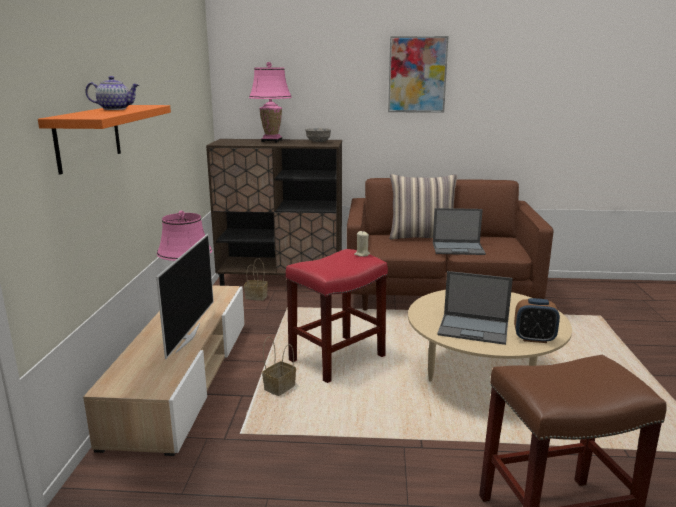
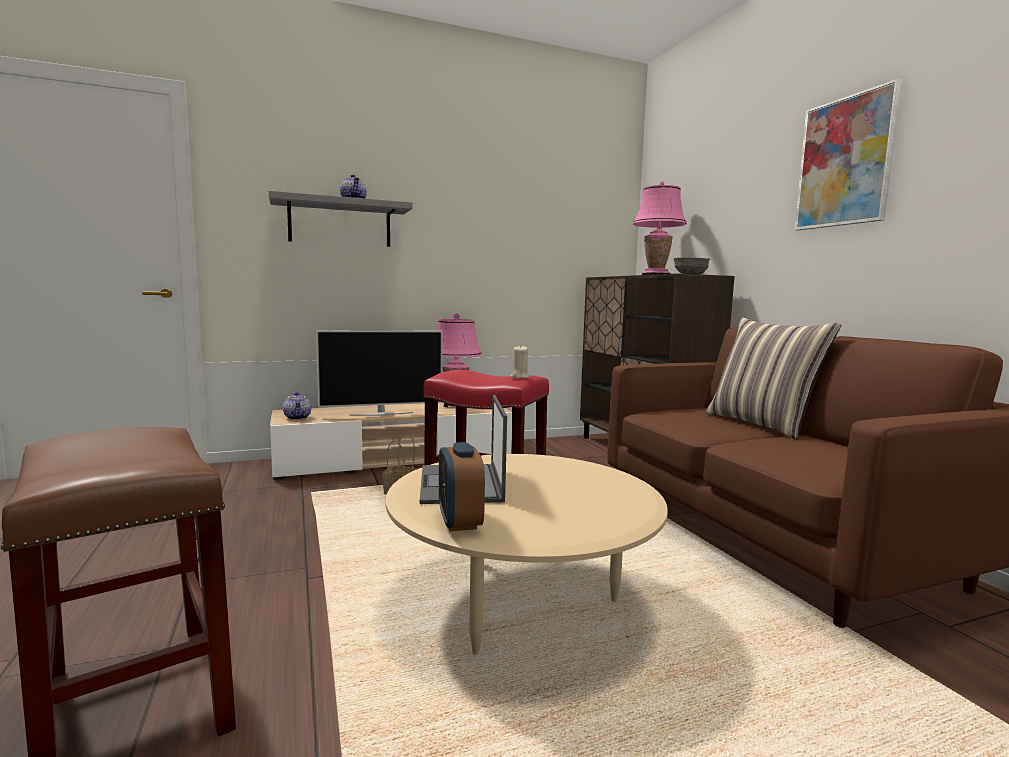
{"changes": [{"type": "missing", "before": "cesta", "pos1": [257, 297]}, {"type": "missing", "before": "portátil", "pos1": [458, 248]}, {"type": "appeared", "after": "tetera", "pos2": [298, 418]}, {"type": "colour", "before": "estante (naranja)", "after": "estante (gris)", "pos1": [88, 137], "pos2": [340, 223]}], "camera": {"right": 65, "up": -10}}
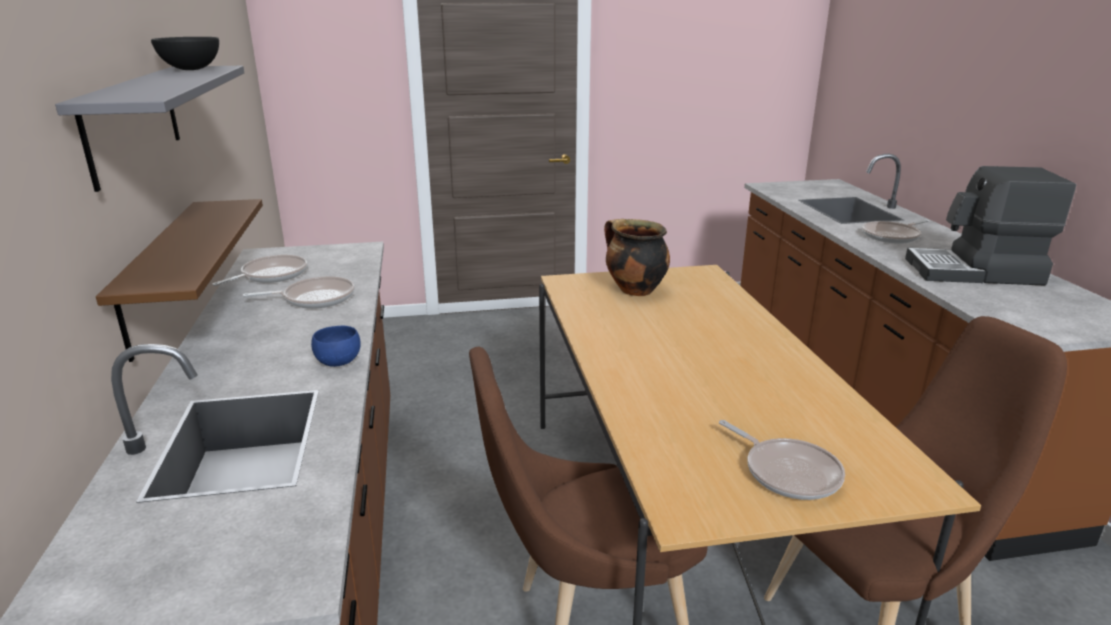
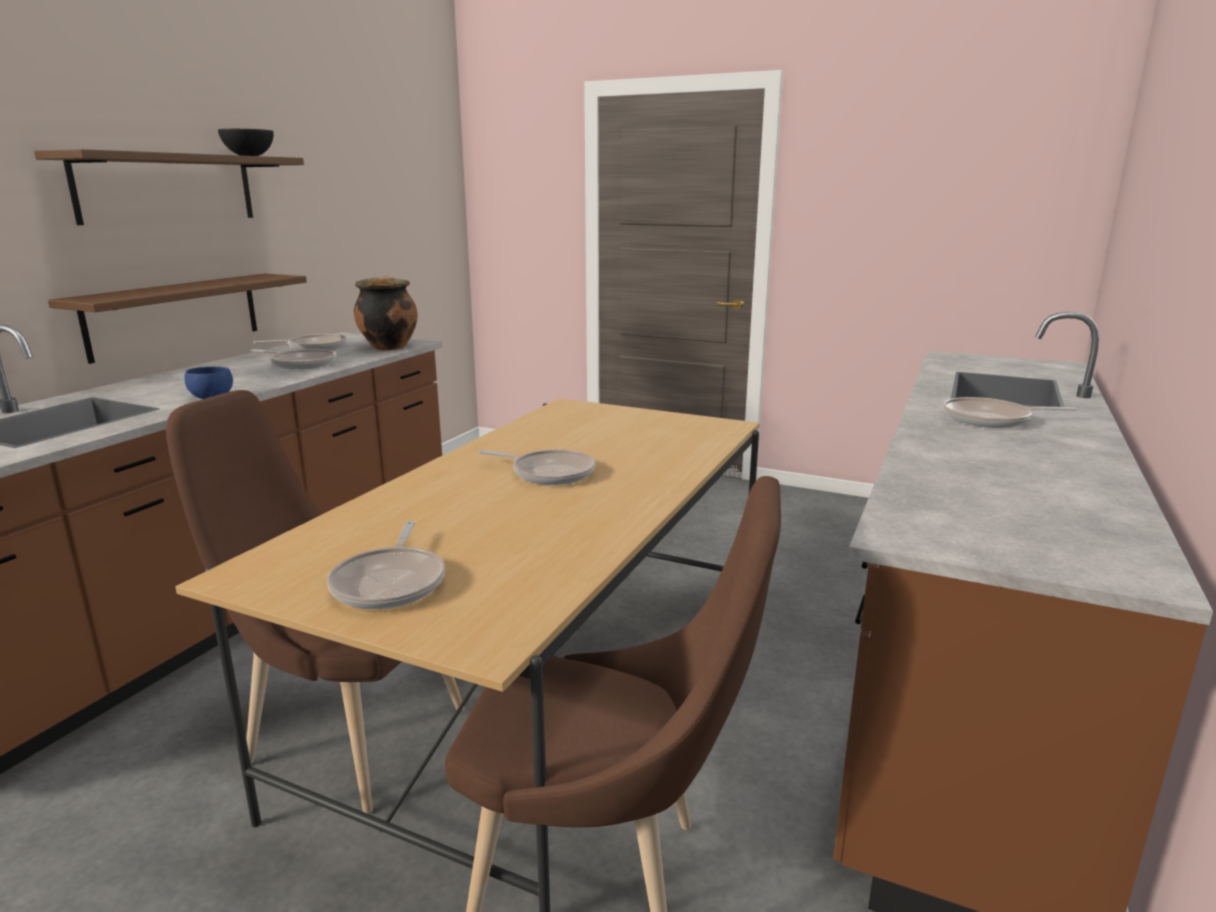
{"changes": [{"type": "missing", "before": "cafetera", "pos1": [975, 272]}, {"type": "appeared", "after": "sartén", "pos2": [549, 473]}, {"type": "relocated", "before": "olla", "pos1": [634, 290], "pos2": [388, 347]}, {"type": "colour", "before": "estante (gris)", "after": "estante (marrón)", "pos1": [133, 122], "pos2": [167, 188]}], "camera": {"right": 35, "up": -5}}
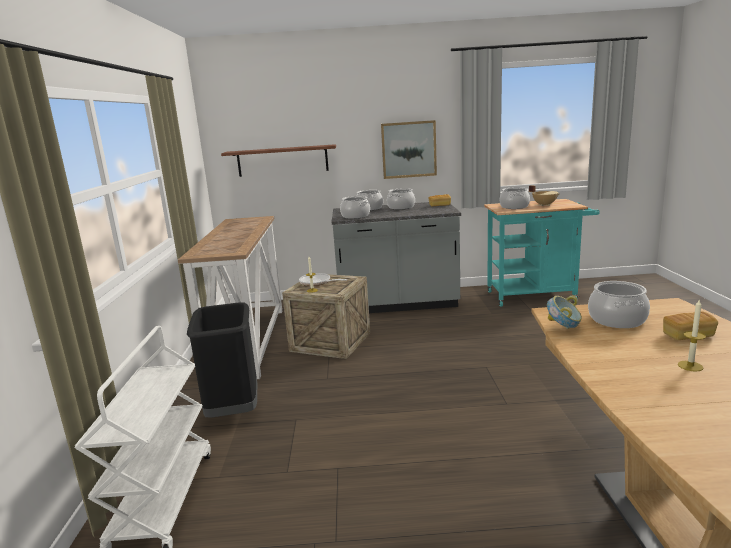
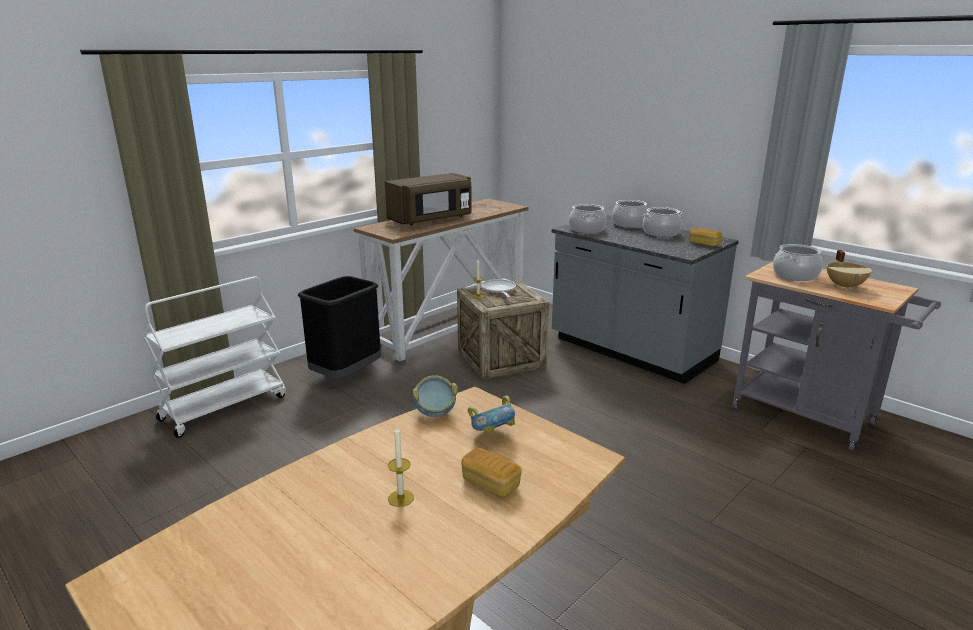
{"changes": [{"type": "missing", "before": "estante (marrón)", "pos1": [282, 160]}, {"type": "missing", "before": "cuadro", "pos1": [408, 149]}, {"type": "appeared", "after": "microondas (marrón)", "pos2": [431, 219]}, {"type": "exchanged", "before": "olla", "after": "cuenco", "pos1": [616, 320], "pos2": [492, 435]}, {"type": "colour", "before": "carrito (turquesa)", "after": "carrito (gris)", "pos1": [536, 295], "pos2": [812, 418]}], "camera": {"right": 45, "up": 5}}
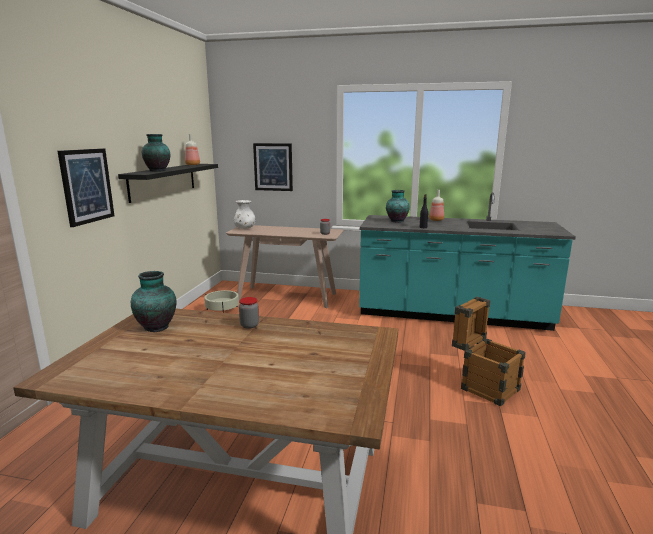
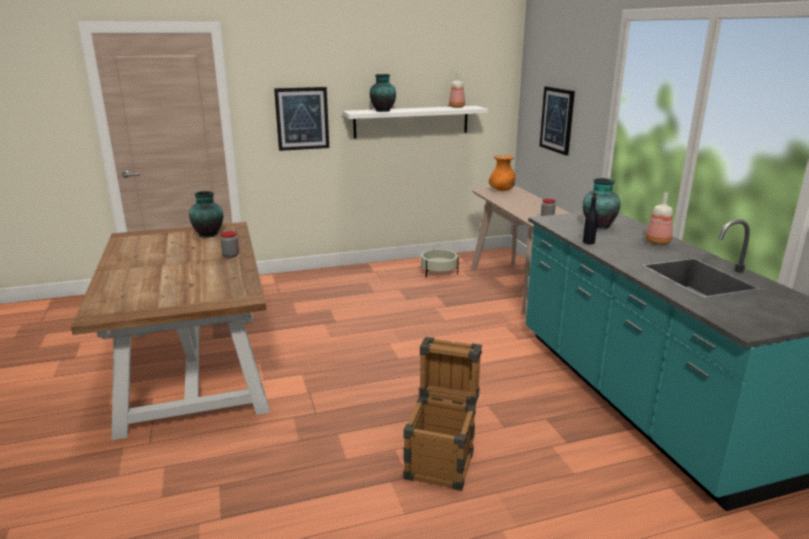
{"changes": [{"type": "colour", "before": "estante (negro)", "after": "estante (blanco)", "pos1": [163, 181], "pos2": [411, 121]}, {"type": "colour", "before": "florero (blanco)", "after": "florero (naranja)", "pos1": [245, 228], "pos2": [501, 190]}], "camera": {"right": 60, "up": 5}}
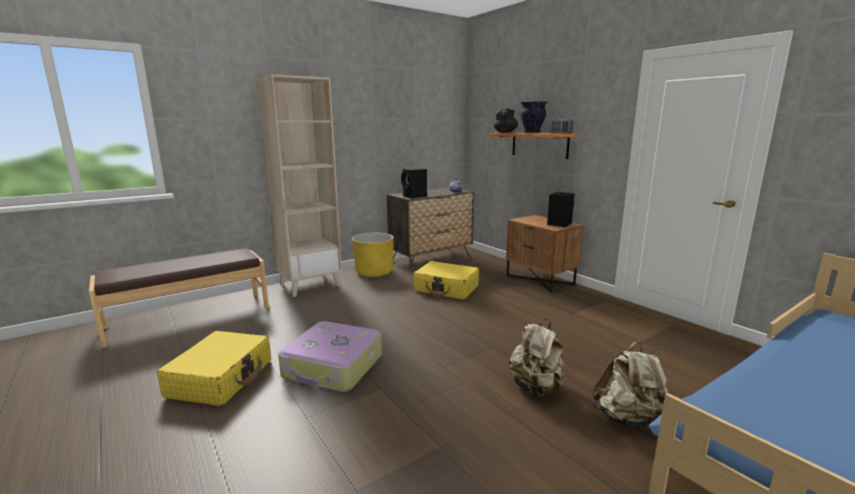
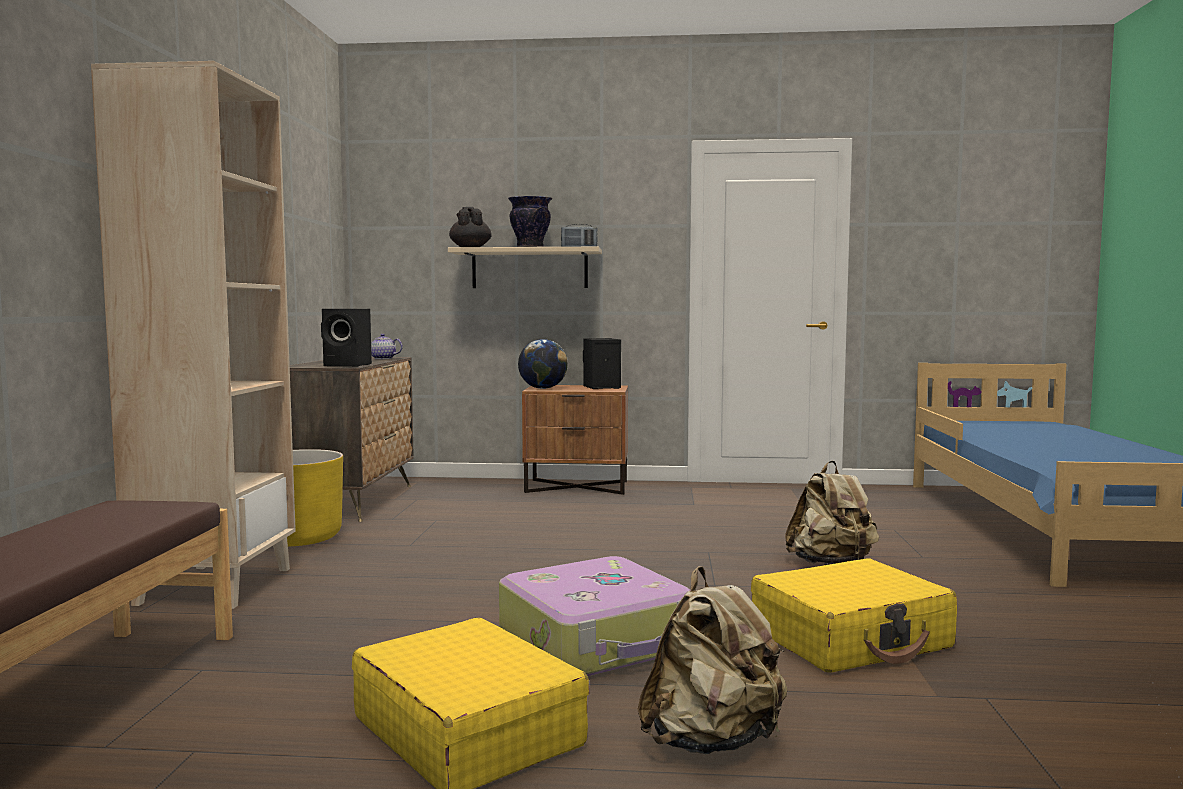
{"changes": [{"type": "appeared", "after": "globo terráqueo", "pos2": [543, 388]}, {"type": "relocated", "before": "maleta (amarillo)", "pos1": [446, 288], "pos2": [851, 639]}, {"type": "relocated", "before": "mochila (beis)", "pos1": [629, 420], "pos2": [712, 741]}, {"type": "colour", "before": "estante (naranja)", "after": "estante (beis)", "pos1": [539, 145], "pos2": [529, 269]}], "camera": {"right": -50, "up": -10}}
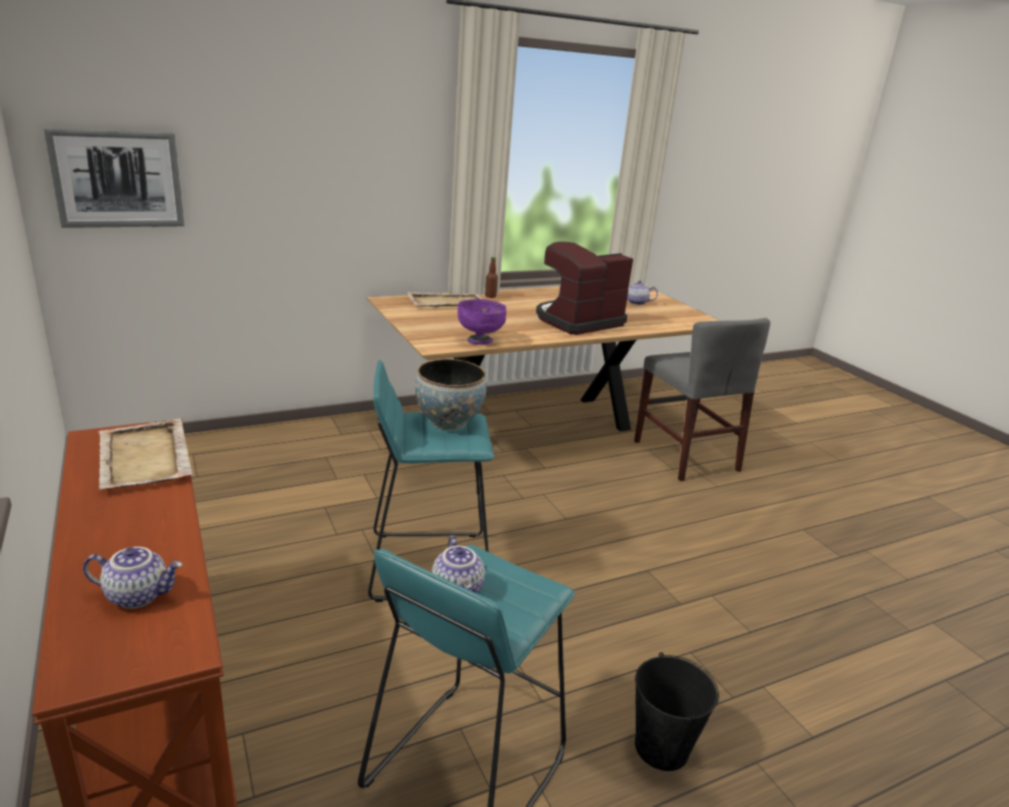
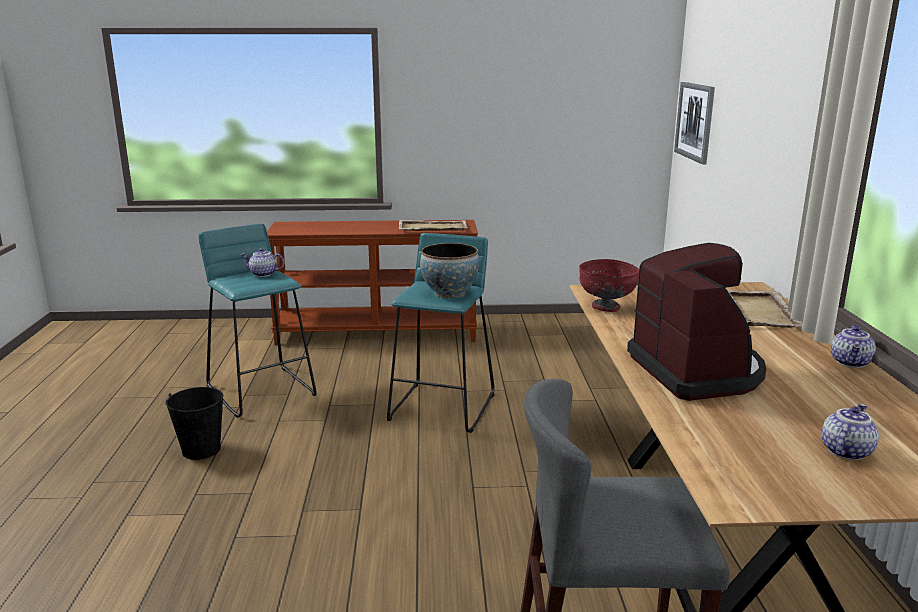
{"changes": [{"type": "missing", "before": "botella", "pos1": [490, 296]}, {"type": "relocated", "before": "tetera", "pos1": [139, 595], "pos2": [851, 363]}, {"type": "colour", "before": "cuenco (morado)", "after": "cuenco (rojo)", "pos1": [480, 341], "pos2": [606, 308]}], "camera": {"right": 115, "up": -5}}
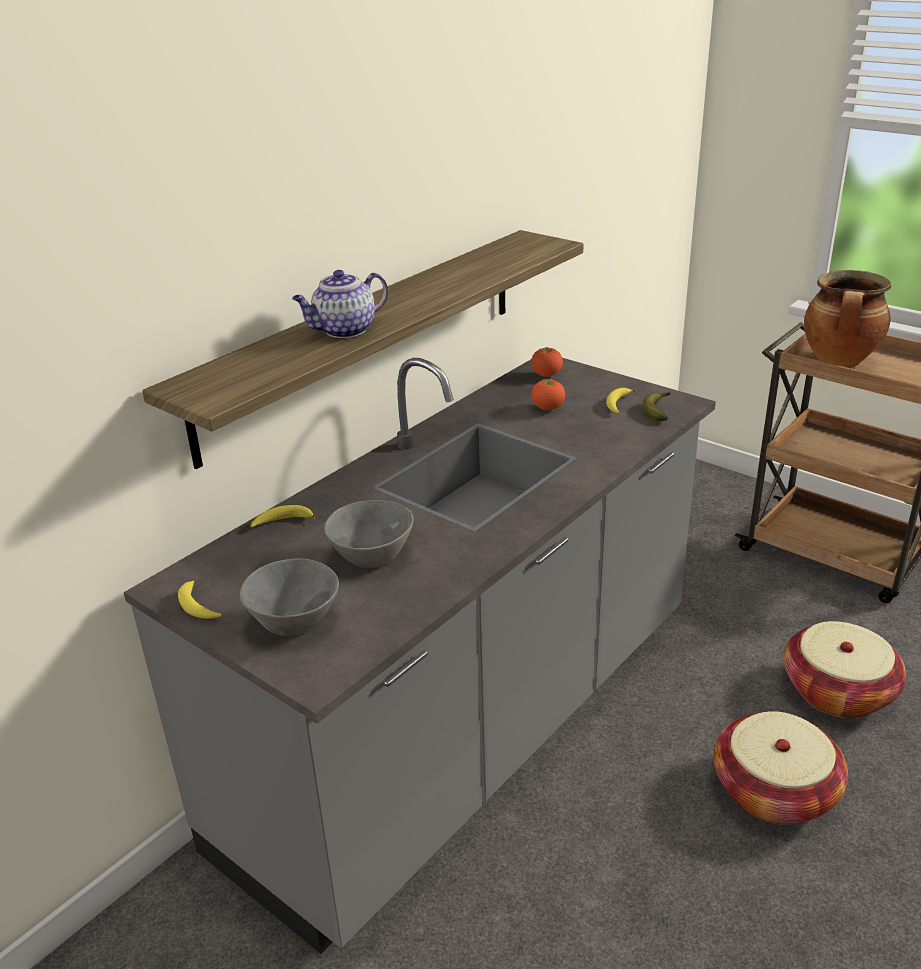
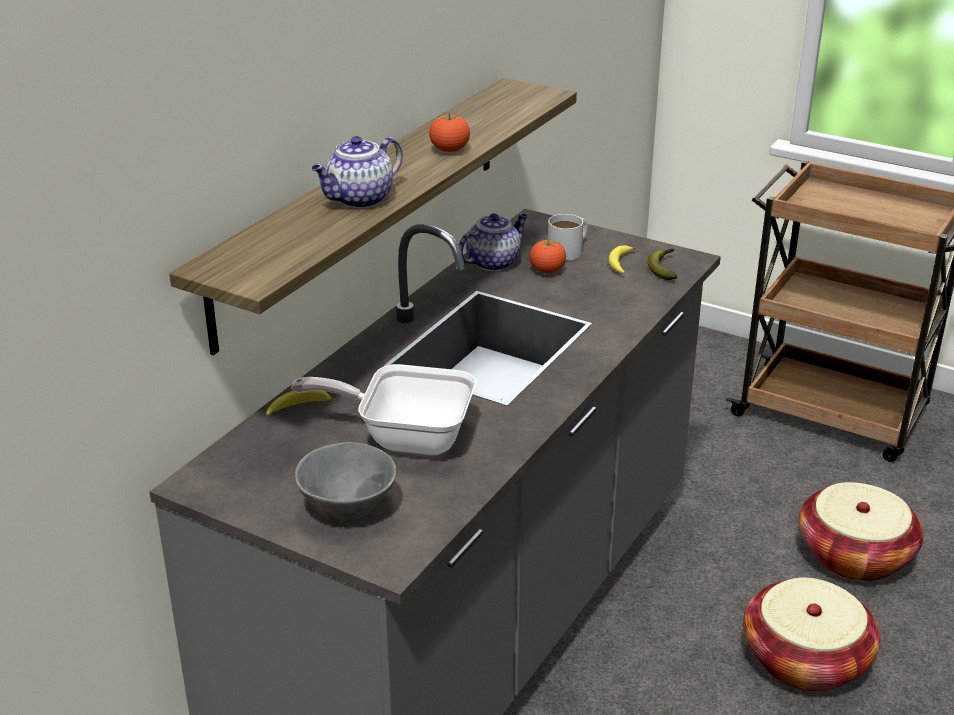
{"changes": [{"type": "missing", "before": "plátano", "pos1": [198, 607]}, {"type": "missing", "before": "olla", "pos1": [839, 362]}, {"type": "appeared", "after": "tetera", "pos2": [493, 262]}, {"type": "appeared", "after": "taza grande (blanco)", "pos2": [569, 250]}, {"type": "relocated", "before": "tomate", "pos1": [546, 375], "pos2": [449, 150]}, {"type": "exchanged", "before": "cuenco (gris)", "after": "sartén", "pos1": [370, 556], "pos2": [405, 437]}], "camera": {"right": -10, "up": 0}}
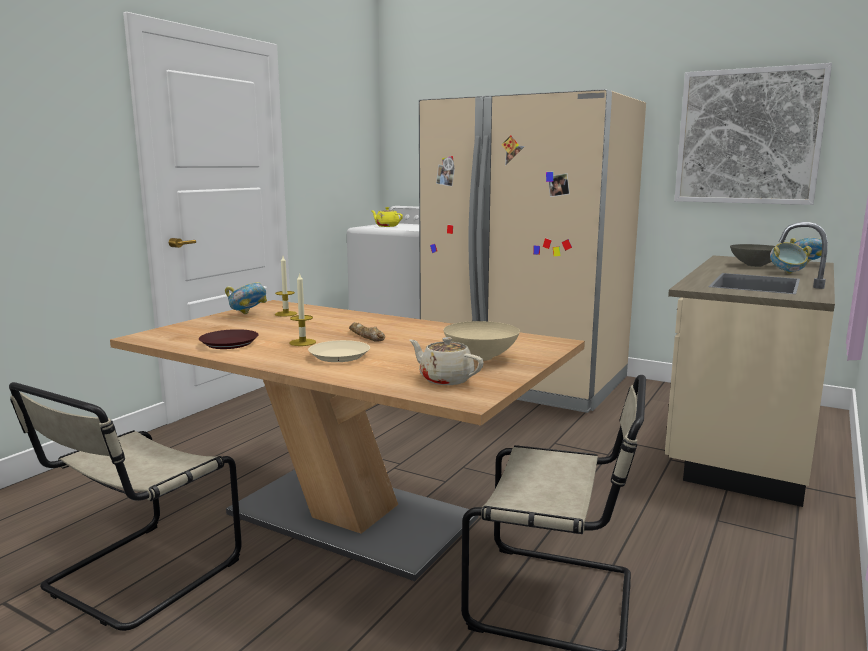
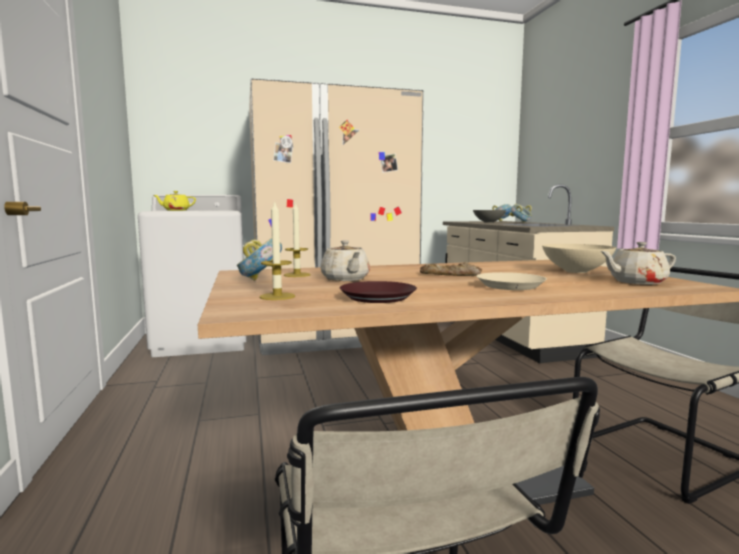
{"changes": [{"type": "missing", "before": "cuadro", "pos1": [748, 137]}, {"type": "appeared", "after": "tetera (beis)", "pos2": [345, 279]}, {"type": "relocated", "before": "vela", "pos1": [302, 342], "pos2": [277, 296]}], "camera": {"right": -45, "up": -5}}
